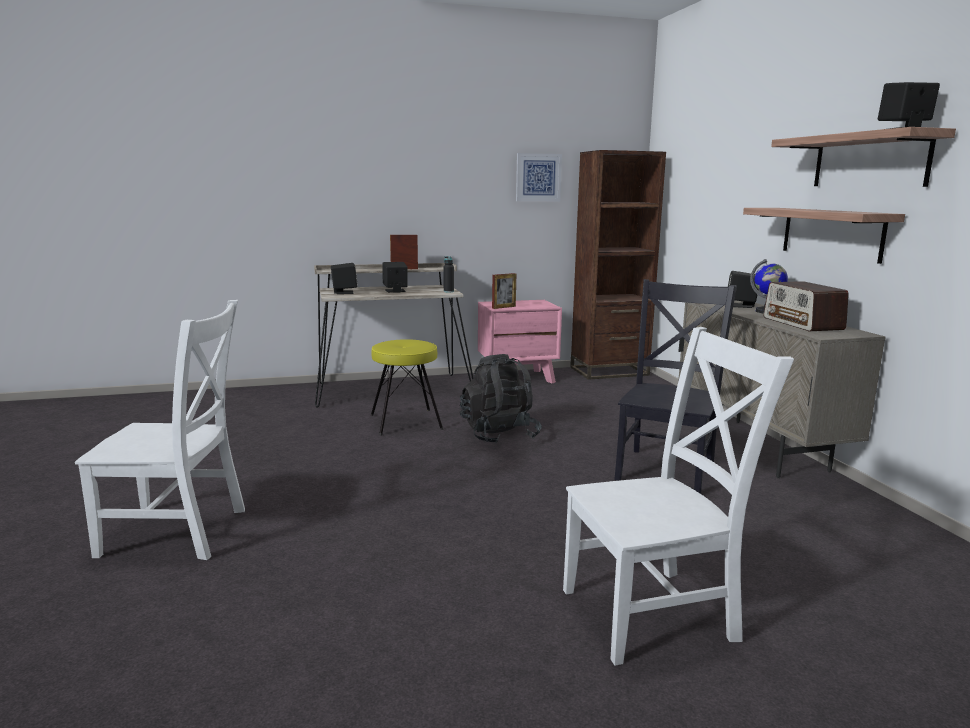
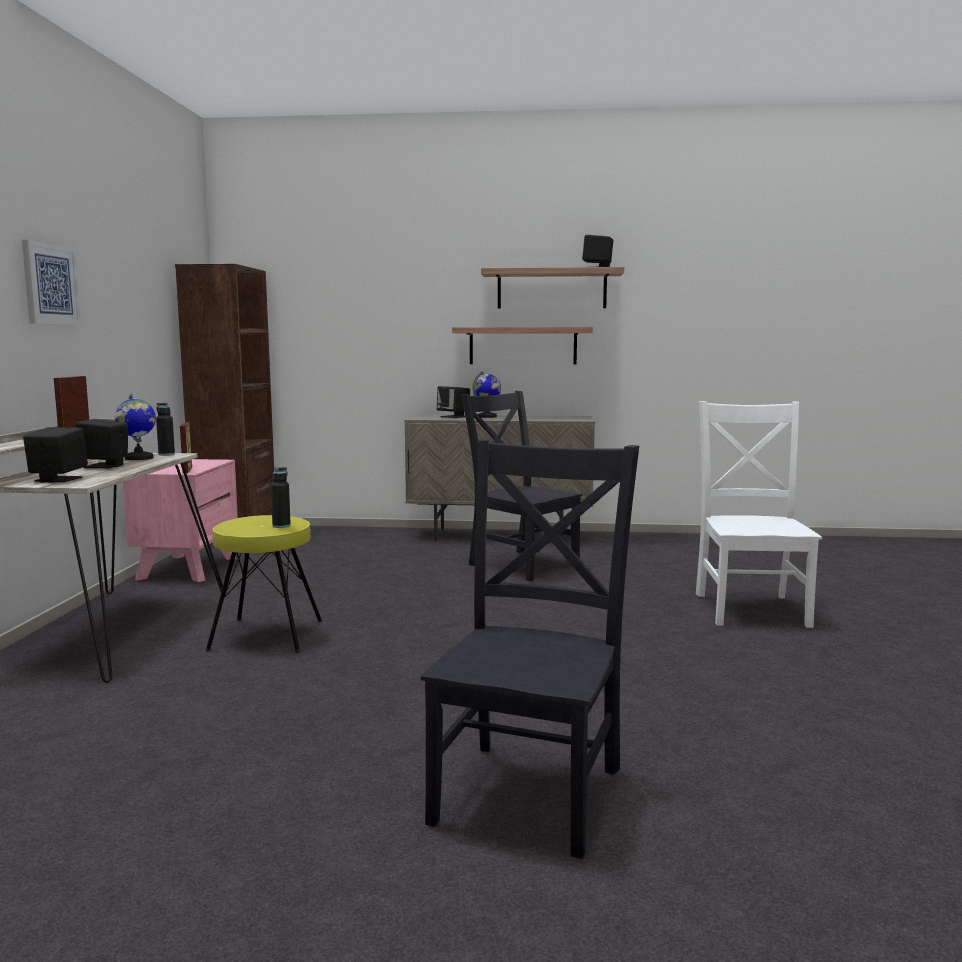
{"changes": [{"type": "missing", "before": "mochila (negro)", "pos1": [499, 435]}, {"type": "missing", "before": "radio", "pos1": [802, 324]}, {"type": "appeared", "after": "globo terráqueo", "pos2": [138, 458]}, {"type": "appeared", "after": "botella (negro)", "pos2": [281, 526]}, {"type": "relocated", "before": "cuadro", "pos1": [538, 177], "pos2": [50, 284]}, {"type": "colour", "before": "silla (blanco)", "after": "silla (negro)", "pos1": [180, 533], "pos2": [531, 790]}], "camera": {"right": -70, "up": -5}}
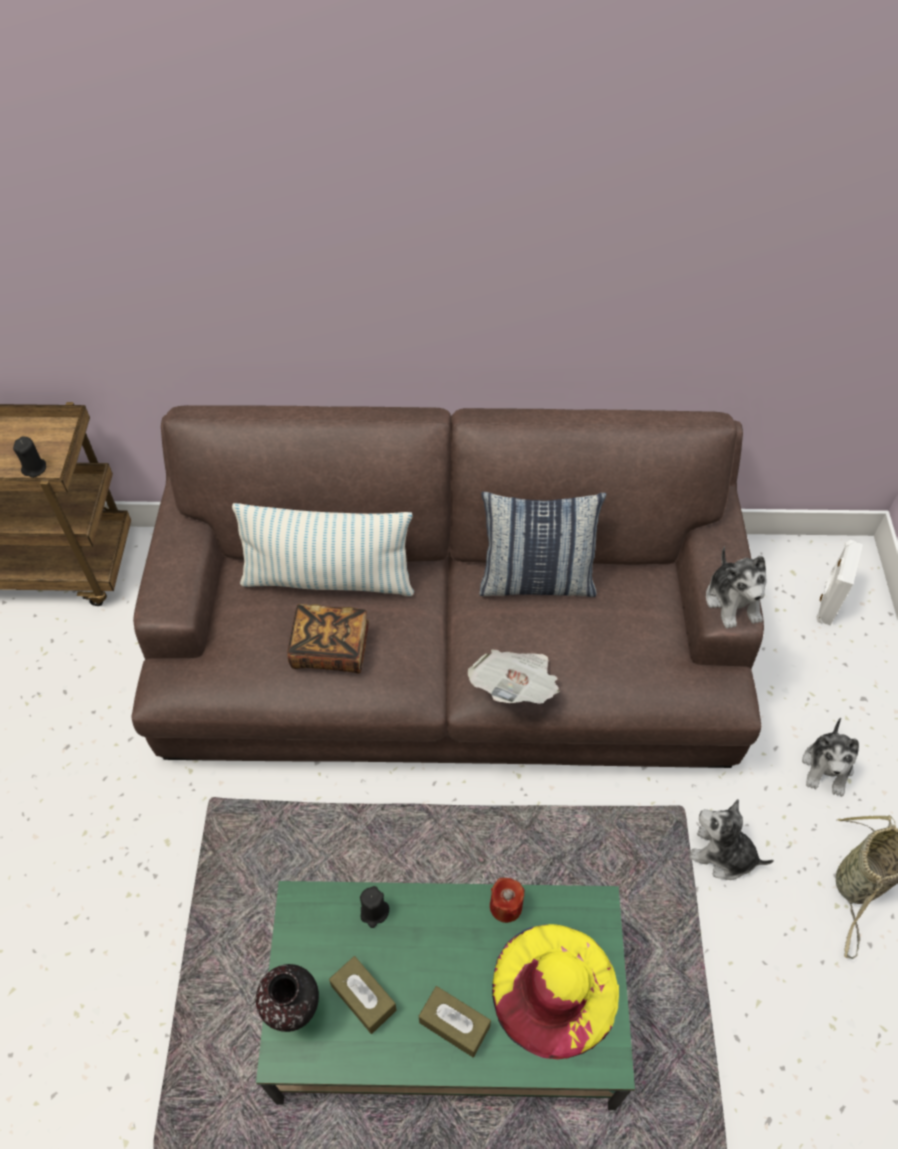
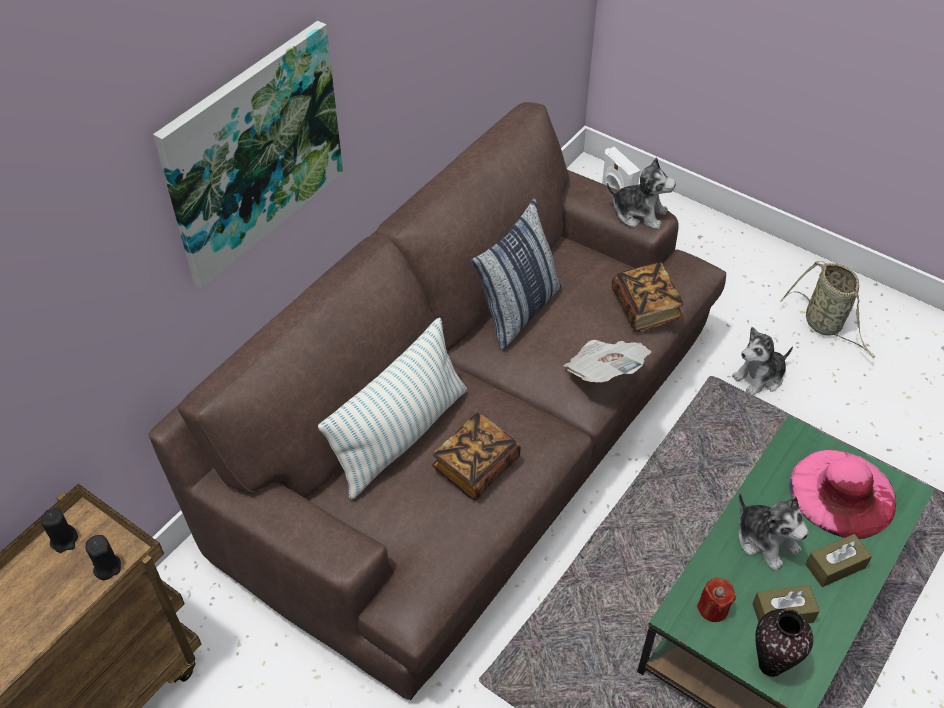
{"changes": [{"type": "appeared", "after": "cuadro", "pos2": [253, 152]}, {"type": "appeared", "after": "libro", "pos2": [645, 308]}, {"type": "relocated", "before": "vela (negro)", "pos1": [374, 912], "pos2": [64, 540]}, {"type": "relocated", "before": "vela (rojo)", "pos1": [505, 906], "pos2": [713, 608]}, {"type": "relocated", "before": "peluche", "pos1": [827, 767], "pos2": [766, 540]}, {"type": "colour", "before": "sombrero (amarillo)", "after": "sombrero (rosa)", "pos1": [554, 989], "pos2": [842, 493]}], "camera": {"right": -55, "up": -5}}
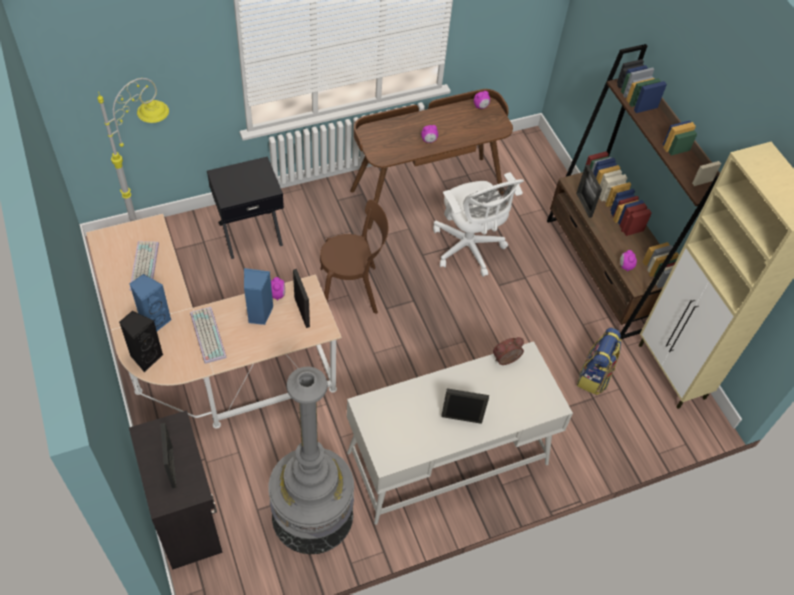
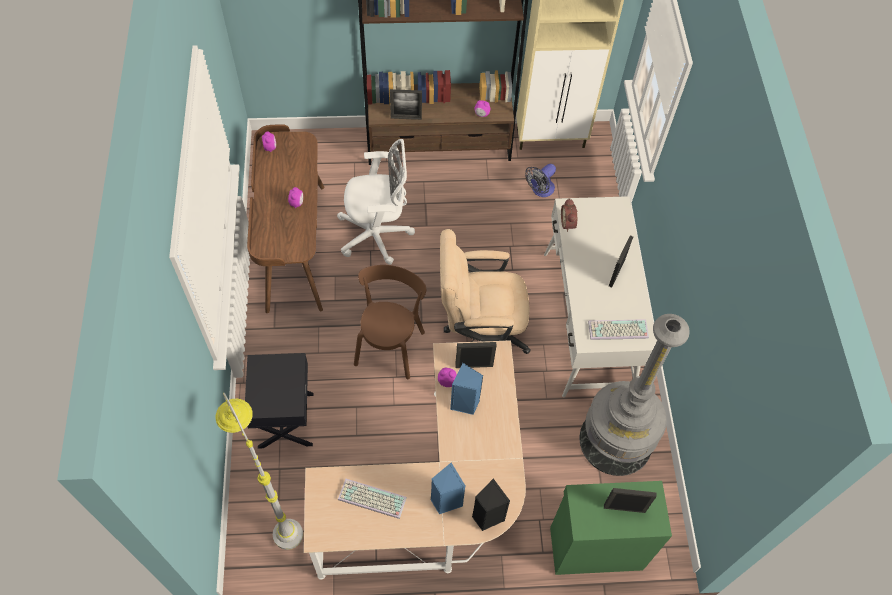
{"changes": [{"type": "appeared", "after": "silla de oficina (beis)", "pos2": [479, 330]}, {"type": "relocated", "before": "teclado", "pos1": [206, 334], "pos2": [617, 331]}, {"type": "exchanged", "before": "mochila", "after": "ventilador", "pos1": [594, 376], "pos2": [540, 190]}, {"type": "colour", "before": "armario (negro)", "after": "armario (verde)", "pos1": [187, 517], "pos2": [595, 547]}], "camera": {"right": -70, "up": 5}}
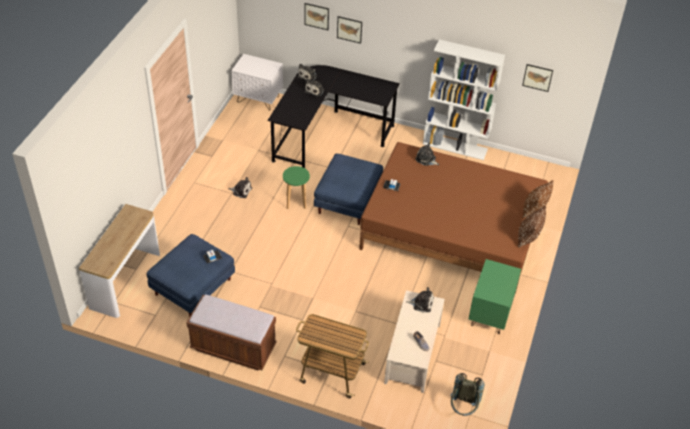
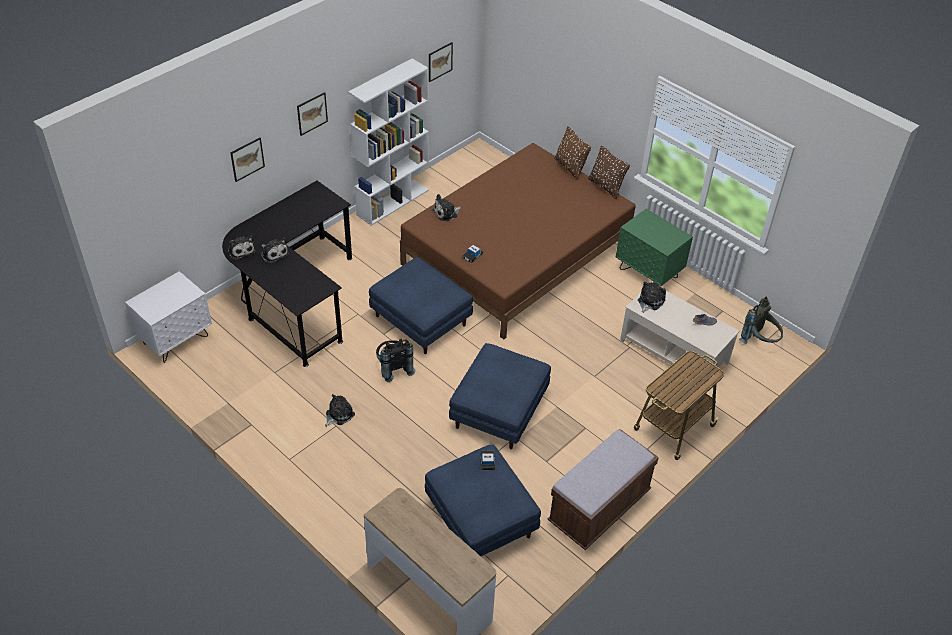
{"changes": [{"type": "appeared", "after": "puf (azul)", "pos2": [499, 412]}, {"type": "relocated", "before": "cuadro", "pos1": [316, 16], "pos2": [312, 113]}, {"type": "exchanged", "before": "taburete (verde)", "after": "mochila (negro)", "pos1": [296, 202], "pos2": [393, 368]}], "camera": {"right": -65, "up": 0}}
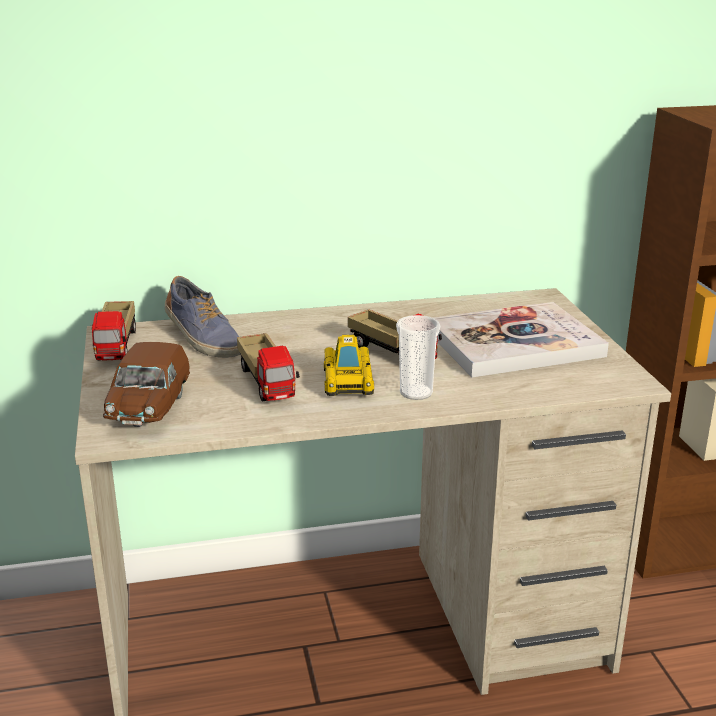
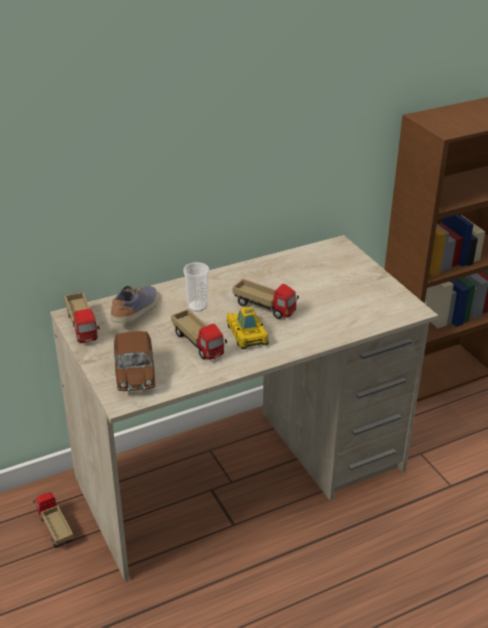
{"changes": [{"type": "missing", "before": "libro", "pos1": [514, 344]}, {"type": "appeared", "after": "camión de juguete", "pos2": [54, 529]}, {"type": "relocated", "before": "taza", "pos1": [416, 393], "pos2": [197, 306]}, {"type": "spun", "before": "zapato", "pos1": [203, 339], "pos2": [136, 312], "turn": -105}], "camera": {"right": -15, "up": 10}}
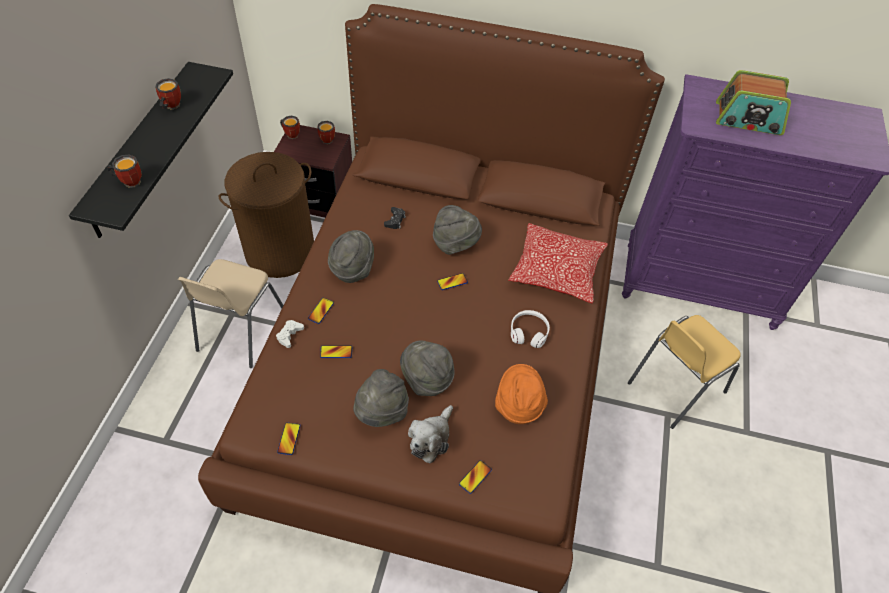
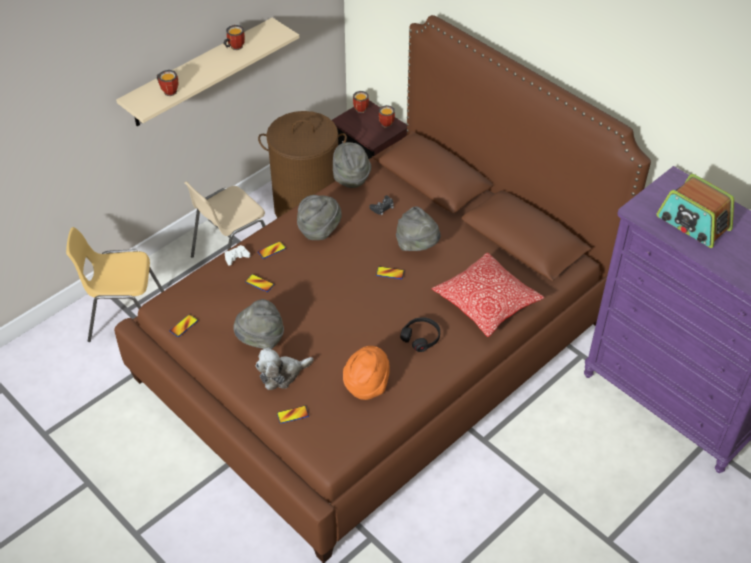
{"changes": [{"type": "relocated", "before": "sombrero (gris)", "pos1": [427, 379], "pos2": [350, 177]}, {"type": "relocated", "before": "silla (amarillo)", "pos1": [674, 387], "pos2": [126, 318]}, {"type": "colour", "before": "estante (negro)", "after": "estante (beis)", "pos1": [141, 150], "pos2": [199, 73]}, {"type": "colour", "before": "auriculares (blanco)", "after": "auriculares (negro)", "pos1": [529, 332], "pos2": [421, 337]}], "camera": {"right": 35, "up": -5}}
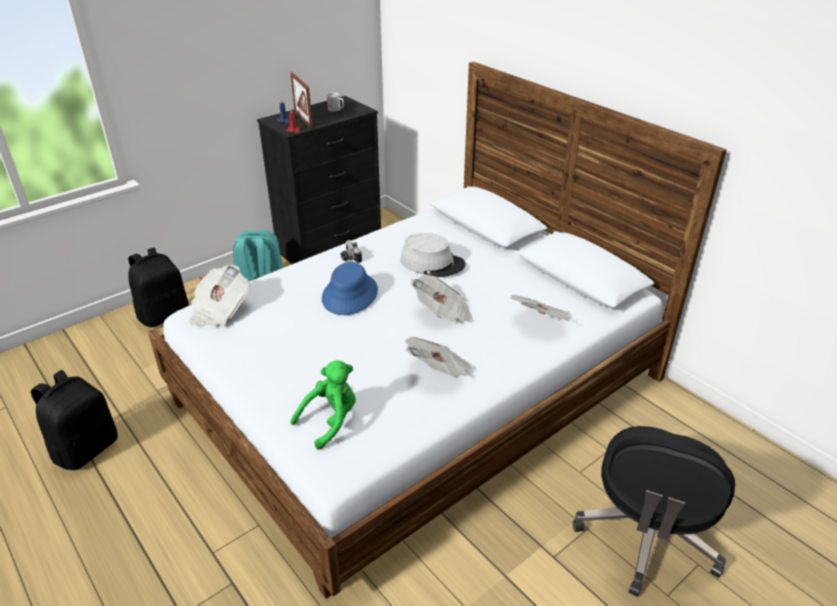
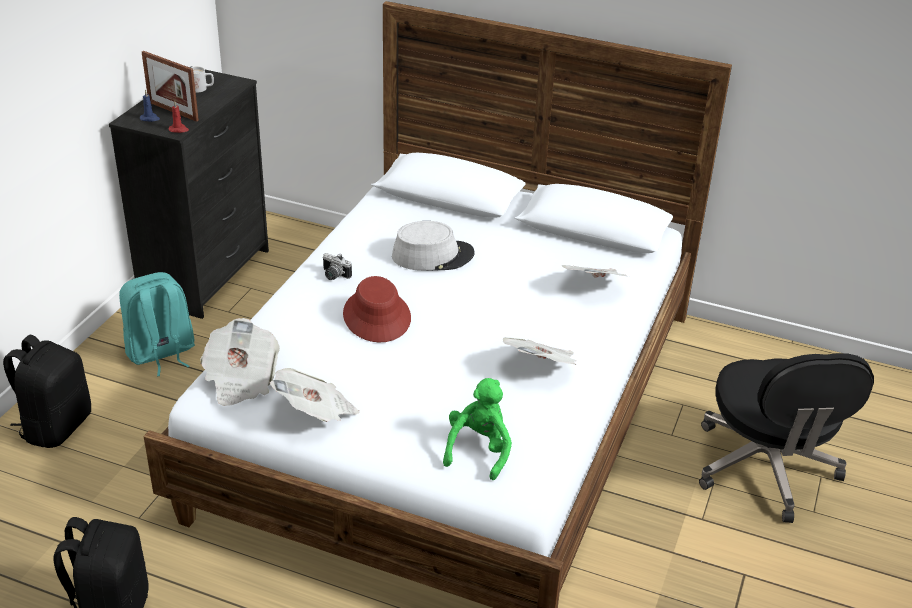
{"changes": [{"type": "relocated", "before": "periódico", "pos1": [443, 313], "pos2": [316, 413]}, {"type": "colour", "before": "sombrero (azul)", "after": "sombrero (rojo)", "pos1": [350, 295], "pos2": [377, 316]}], "camera": {"right": -30, "up": 0}}
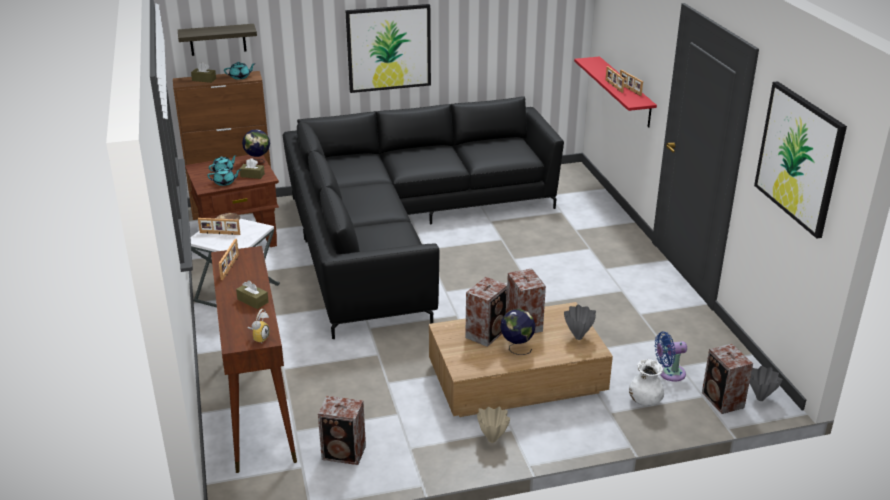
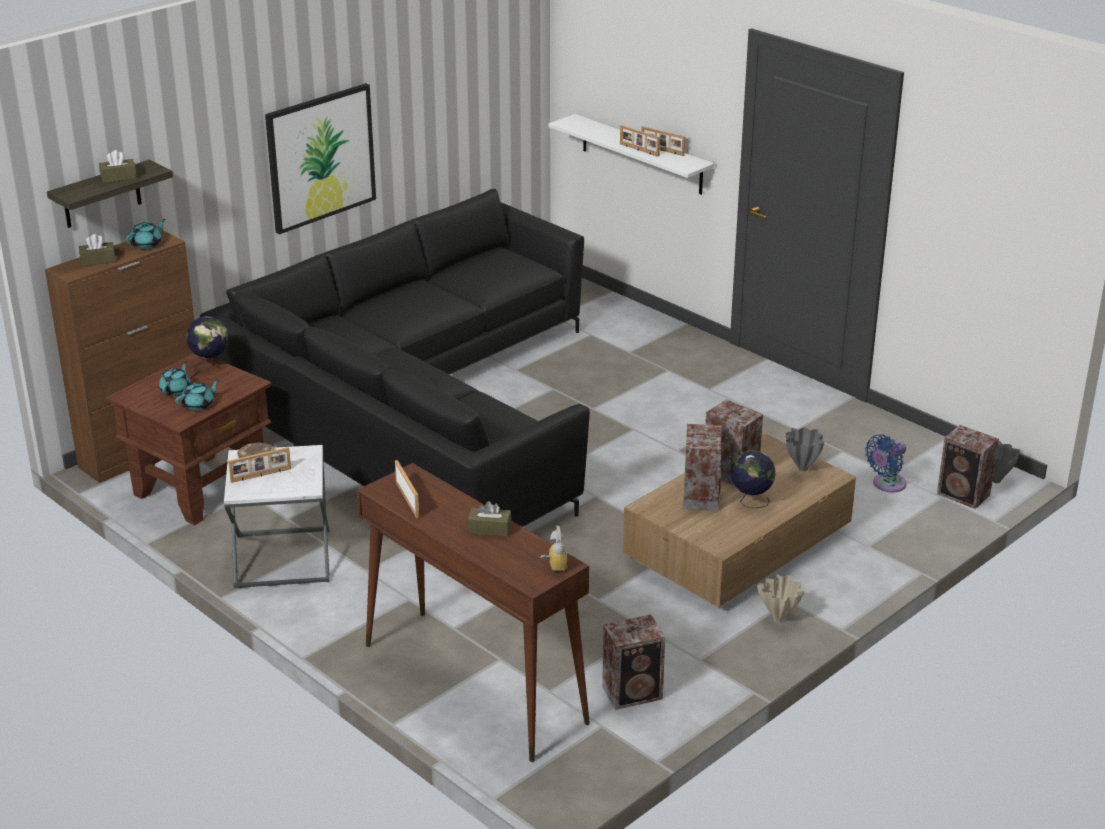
{"changes": [{"type": "missing", "before": "florero (blanco)", "pos1": [644, 401]}, {"type": "missing", "before": "cuadro", "pos1": [799, 158]}, {"type": "relocated", "before": "caja de pañuelos (marrón)", "pos1": [252, 175], "pos2": [119, 177]}, {"type": "colour", "before": "estante (rojo)", "after": "estante (blanco)", "pos1": [625, 91], "pos2": [641, 154]}], "camera": {"right": -30, "up": 0}}
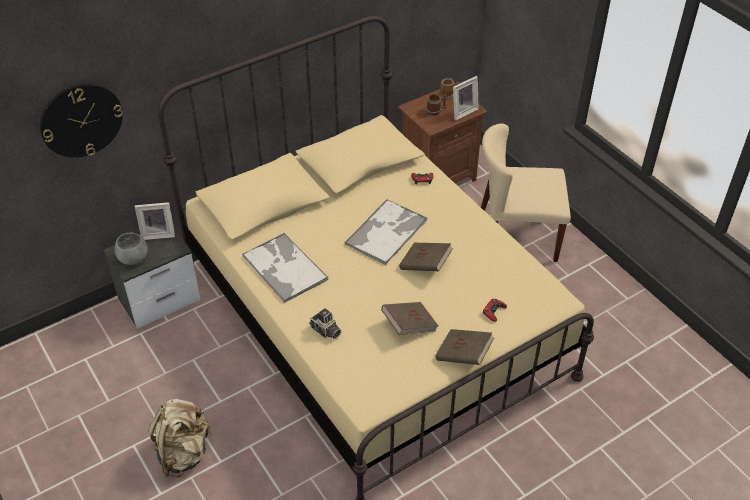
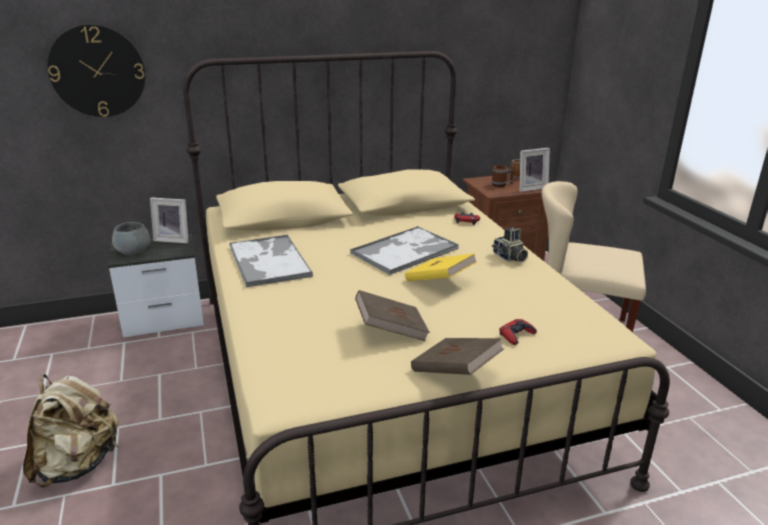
{"changes": [{"type": "relocated", "before": "cámara", "pos1": [325, 331], "pos2": [509, 257]}, {"type": "colour", "before": "libro (marrón)", "after": "libro (amarillo)", "pos1": [425, 265], "pos2": [439, 281]}], "camera": {"right": 15, "up": -20}}
